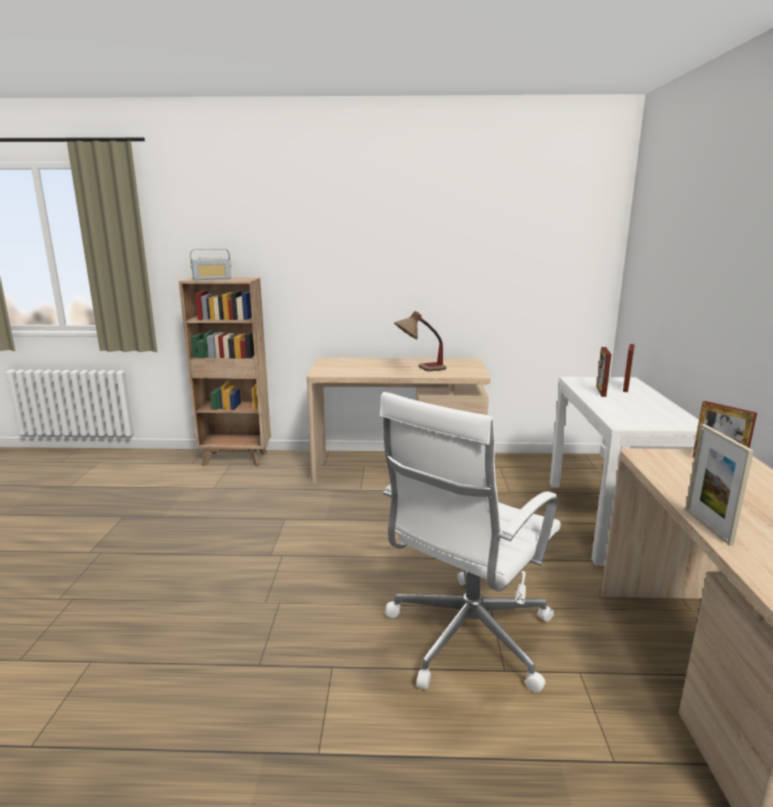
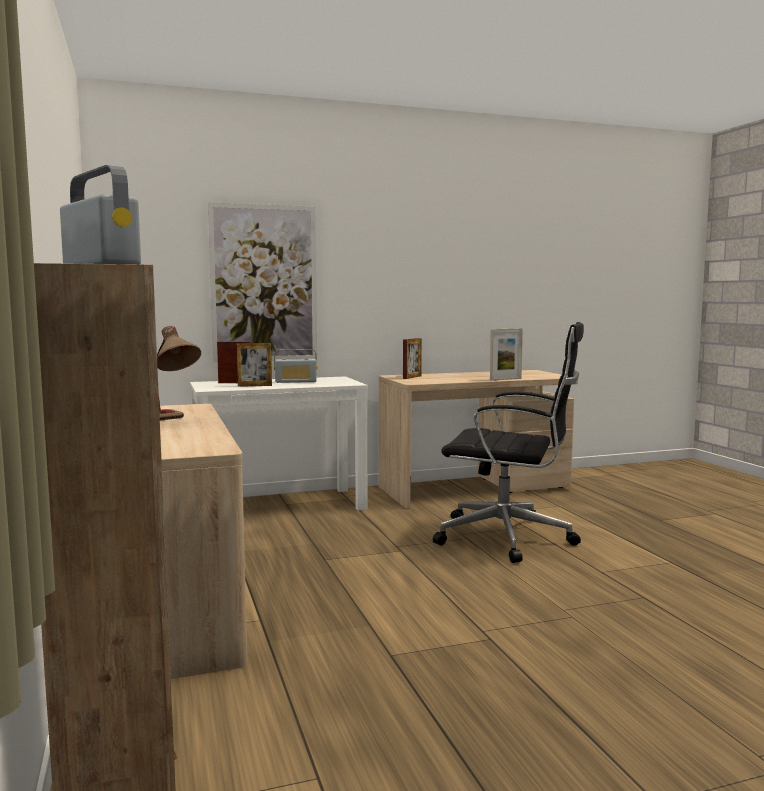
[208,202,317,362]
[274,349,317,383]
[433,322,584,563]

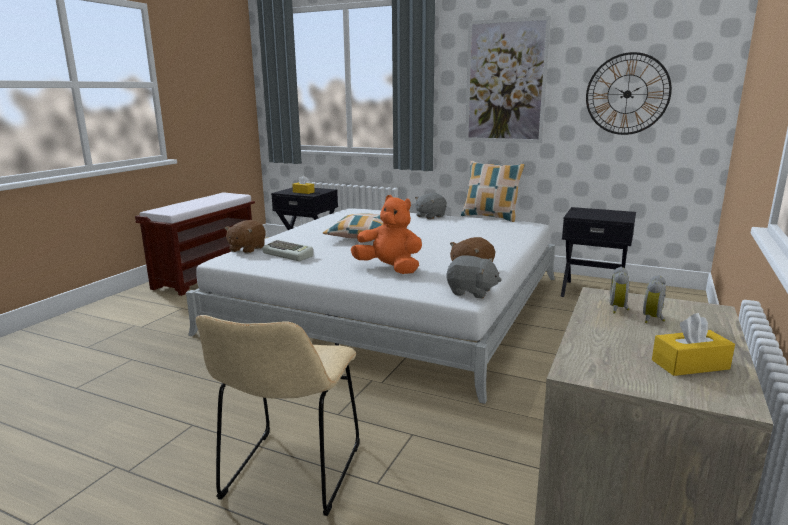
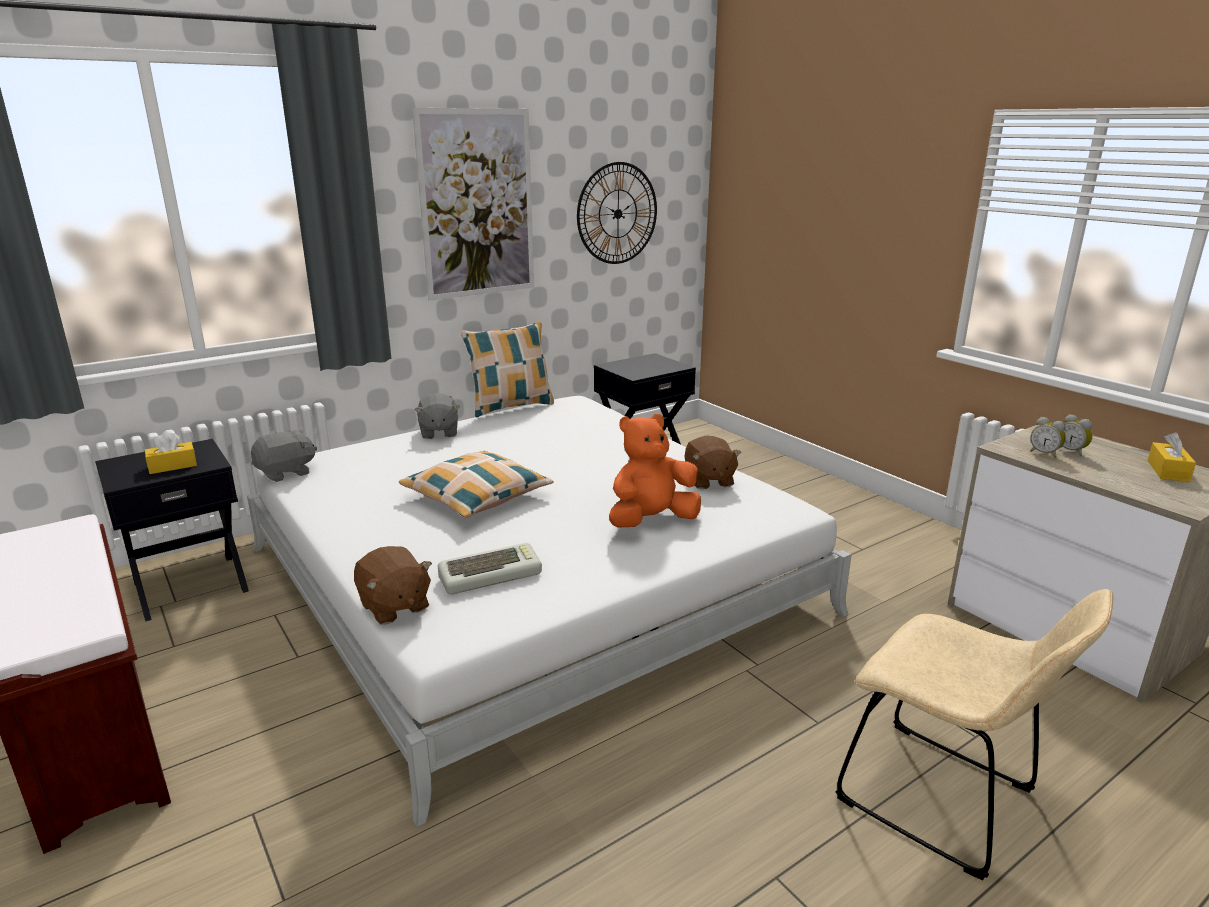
[251,429,317,482]

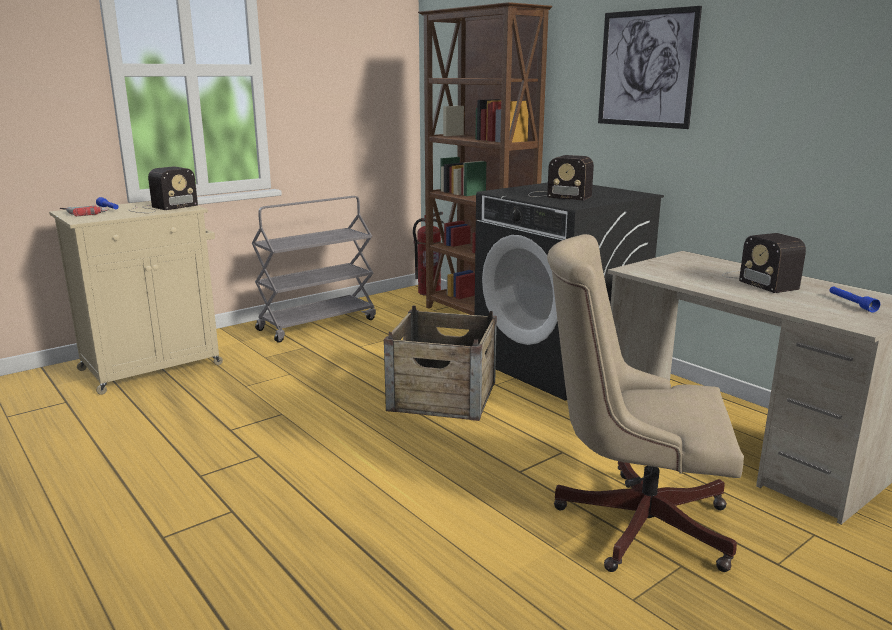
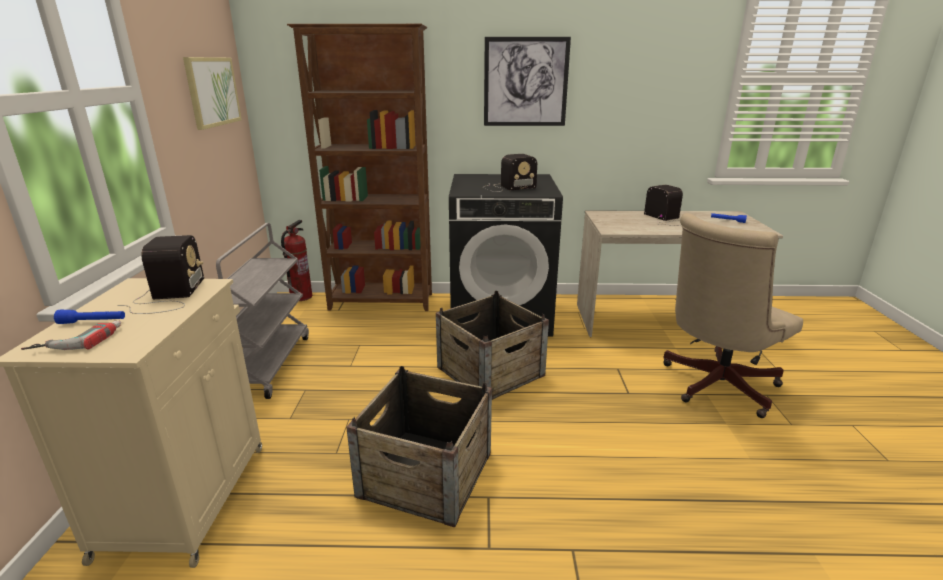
[183,57,242,130]
[346,366,492,527]
[644,185,683,226]

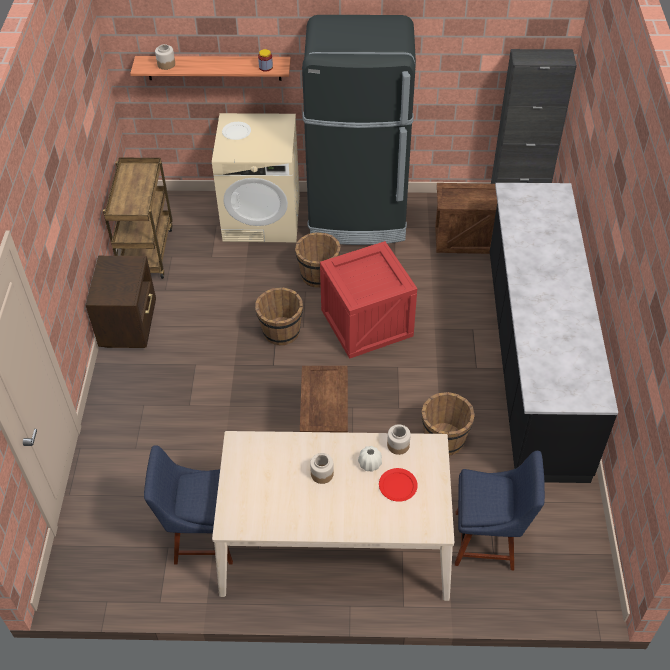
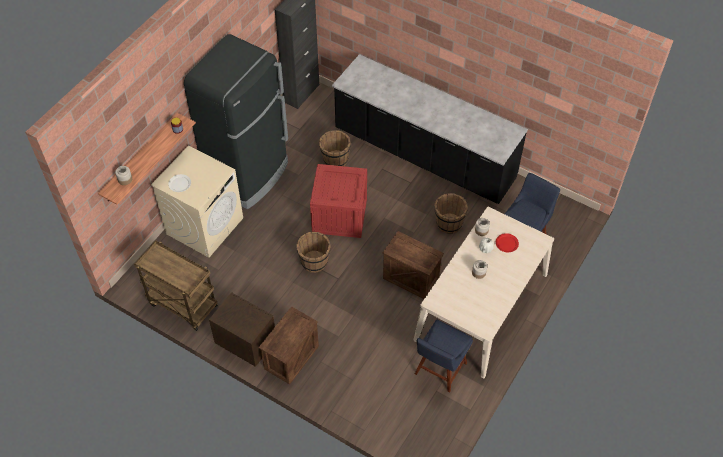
[319,130,351,166]
[259,306,319,385]

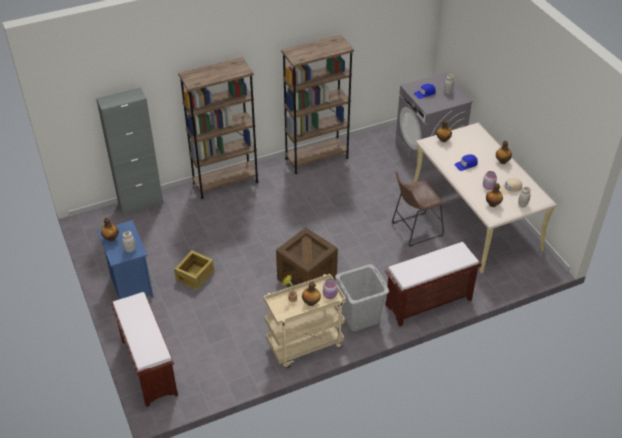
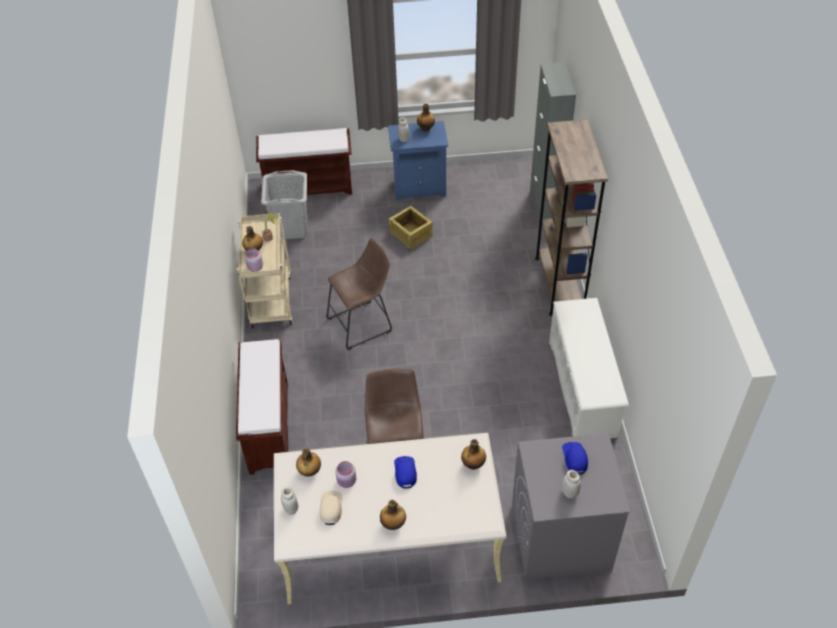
[261,170,308,239]
[327,238,392,350]
[549,298,629,438]

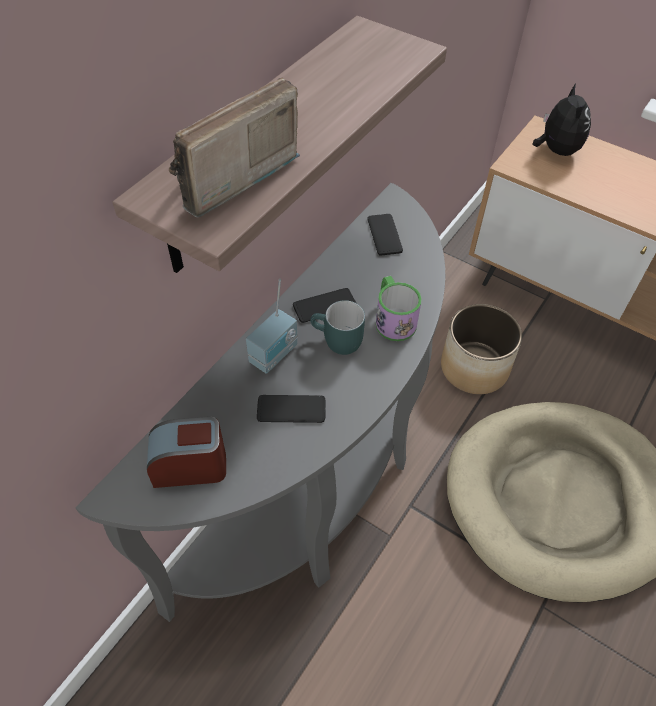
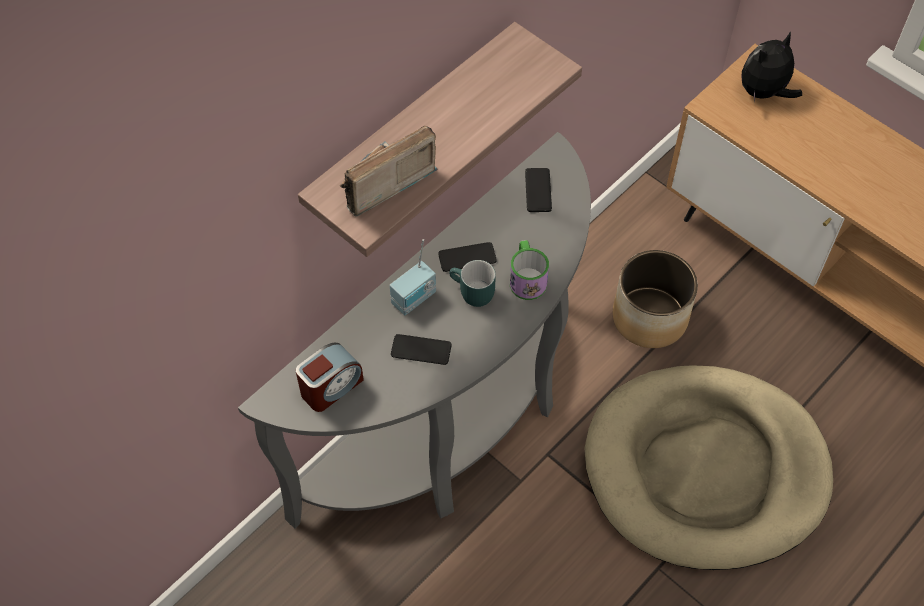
[296,342,364,412]
[742,31,802,103]

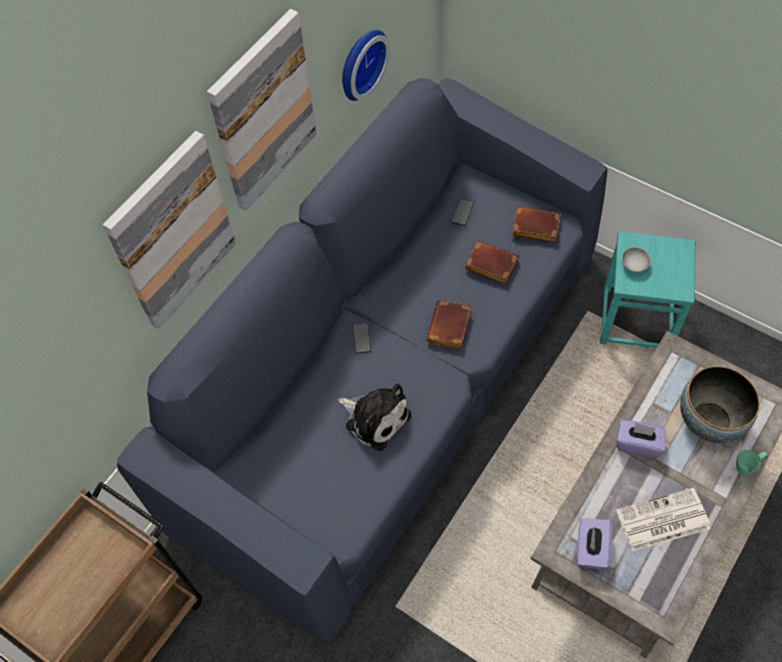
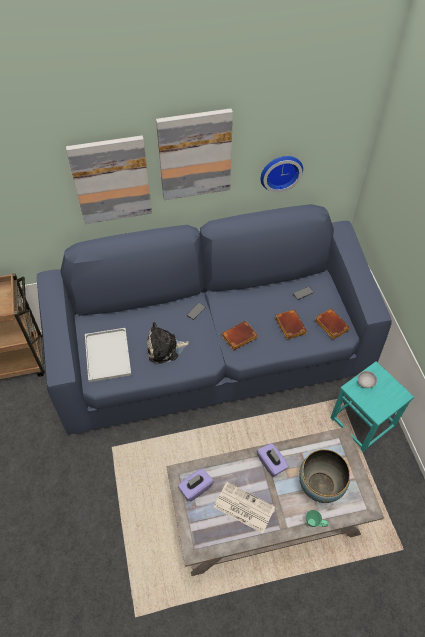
[85,328,132,382]
[147,322,190,364]

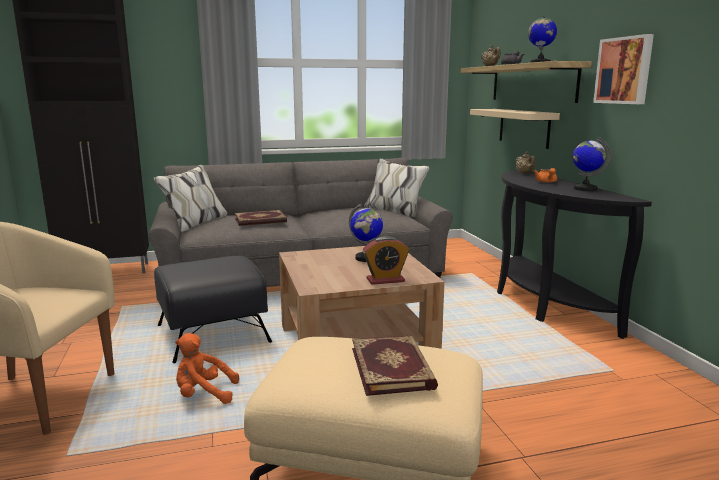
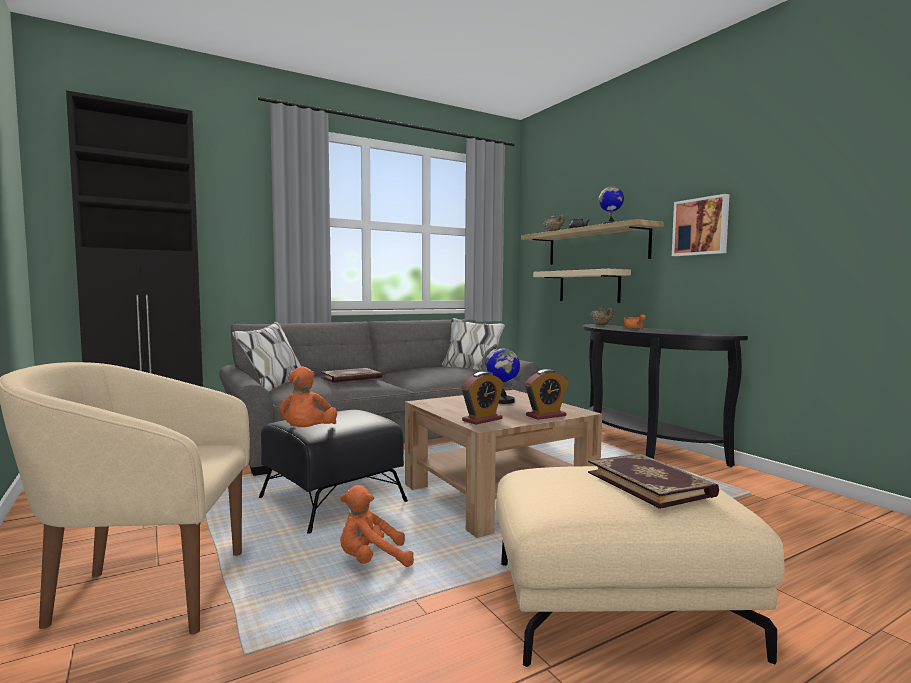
[573,137,611,191] (first image)
[279,367,337,427]
[461,372,504,425]

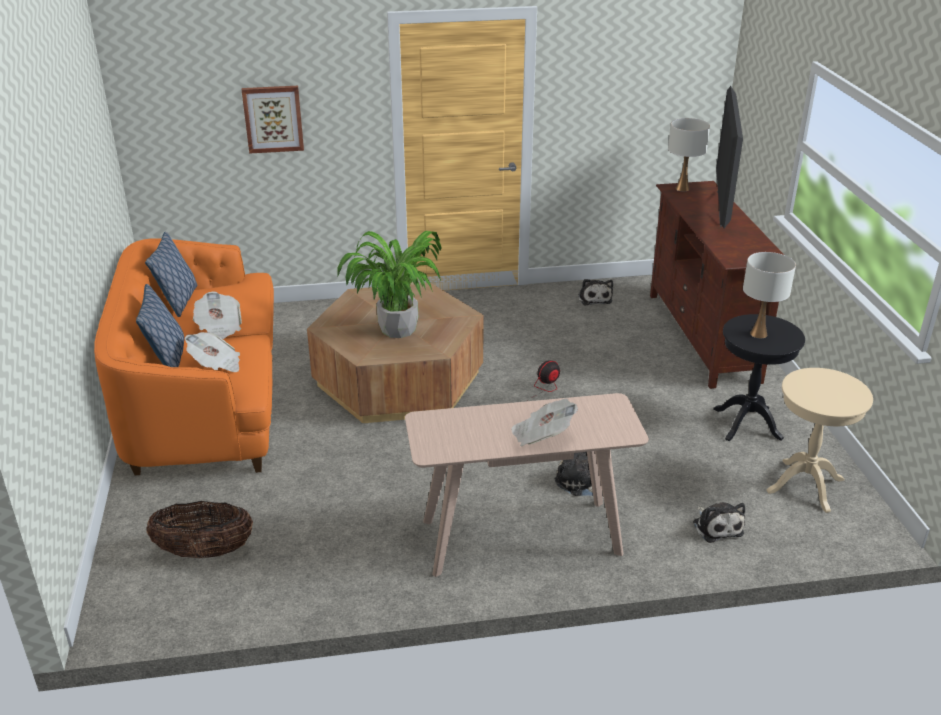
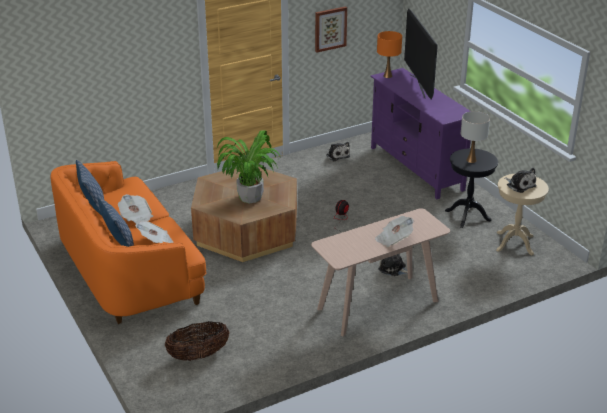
[315,6,347,53]
[504,168,537,193]
[370,68,471,199]
[377,31,402,78]

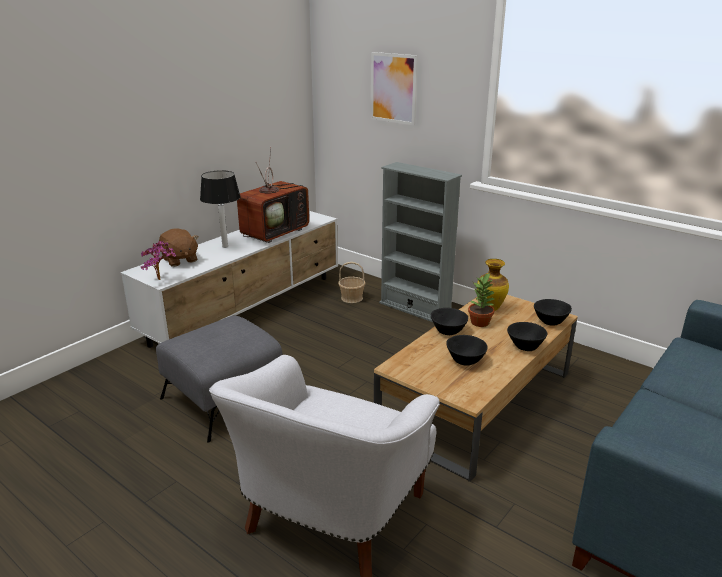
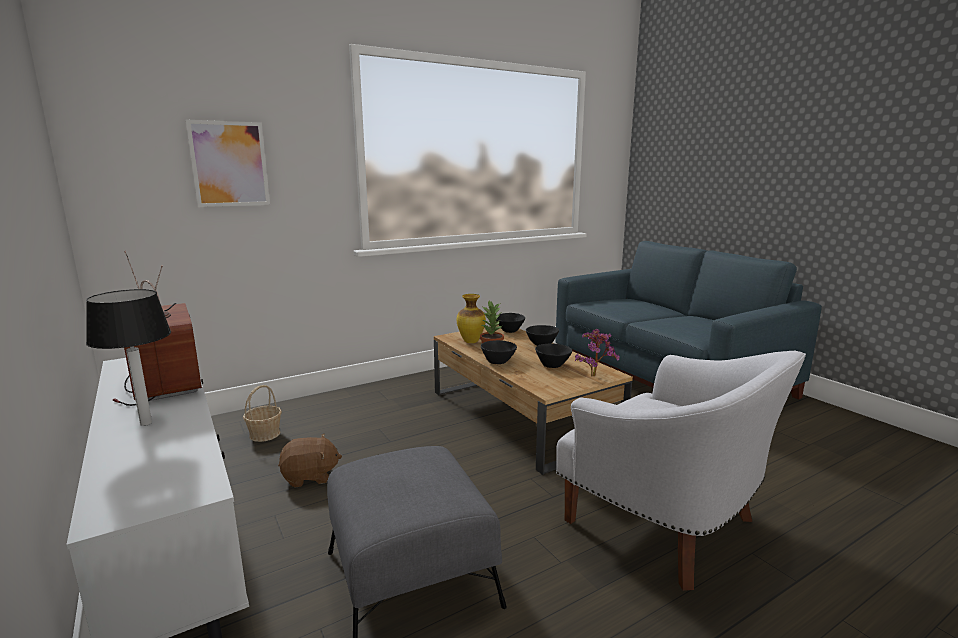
[379,162,462,322] (first image)
[575,329,620,376]
[278,434,342,487]

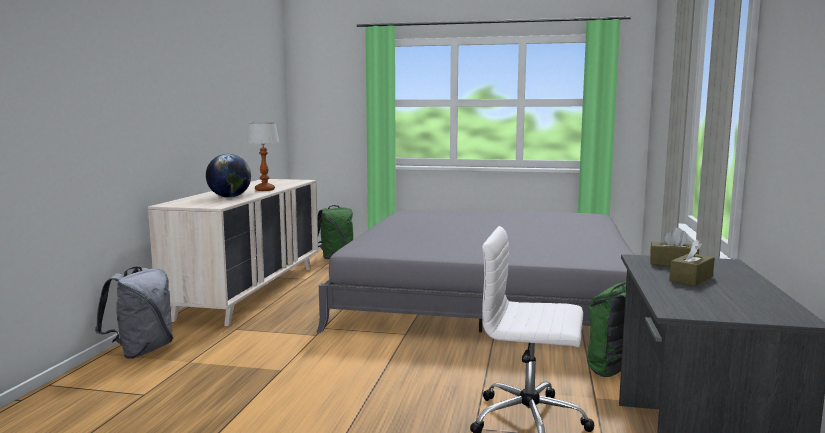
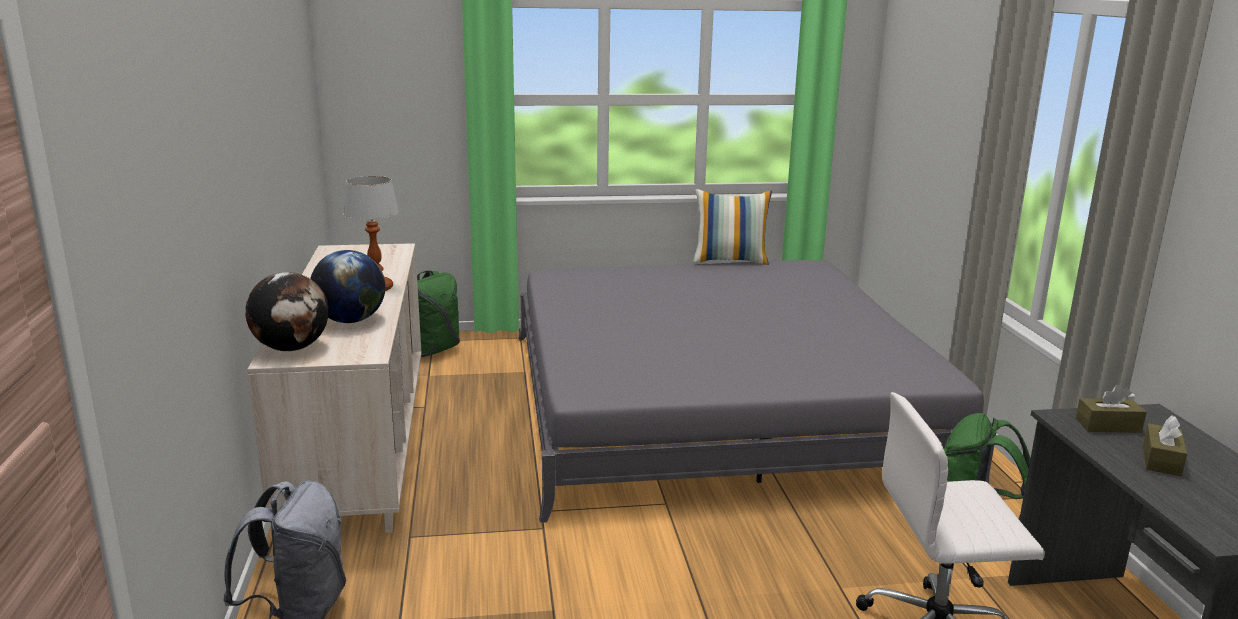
[245,272,328,351]
[693,189,772,265]

